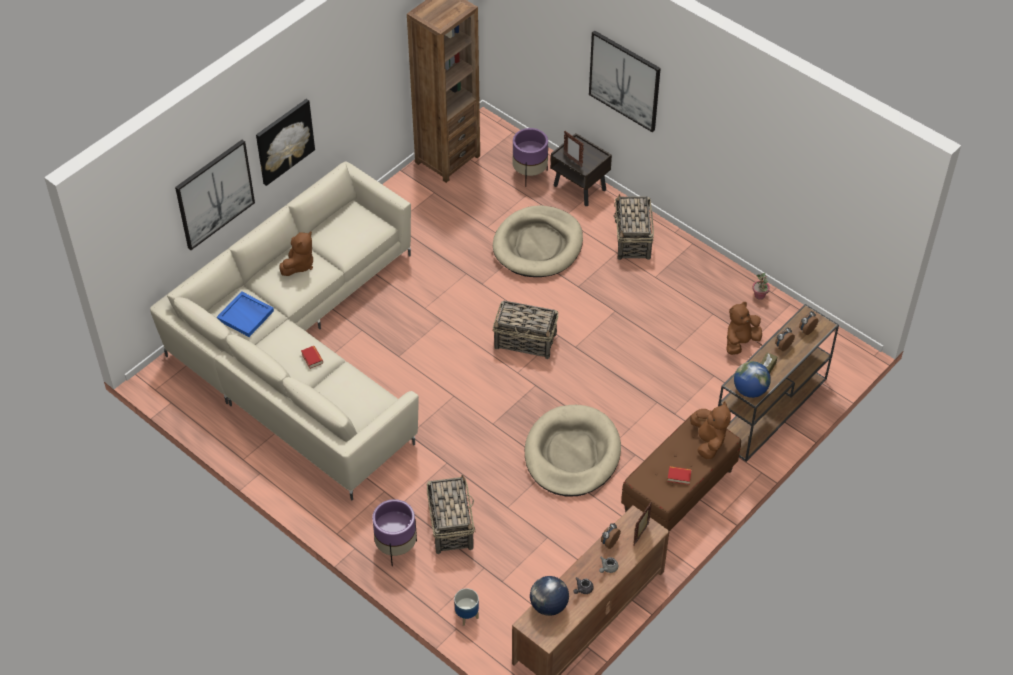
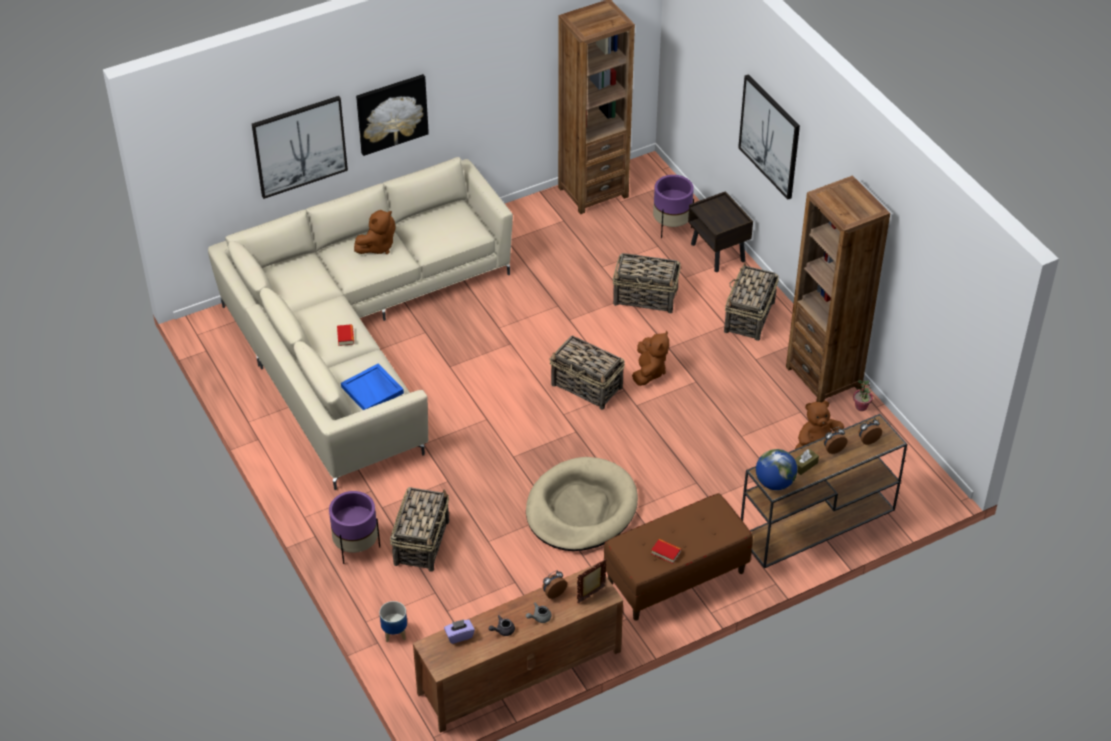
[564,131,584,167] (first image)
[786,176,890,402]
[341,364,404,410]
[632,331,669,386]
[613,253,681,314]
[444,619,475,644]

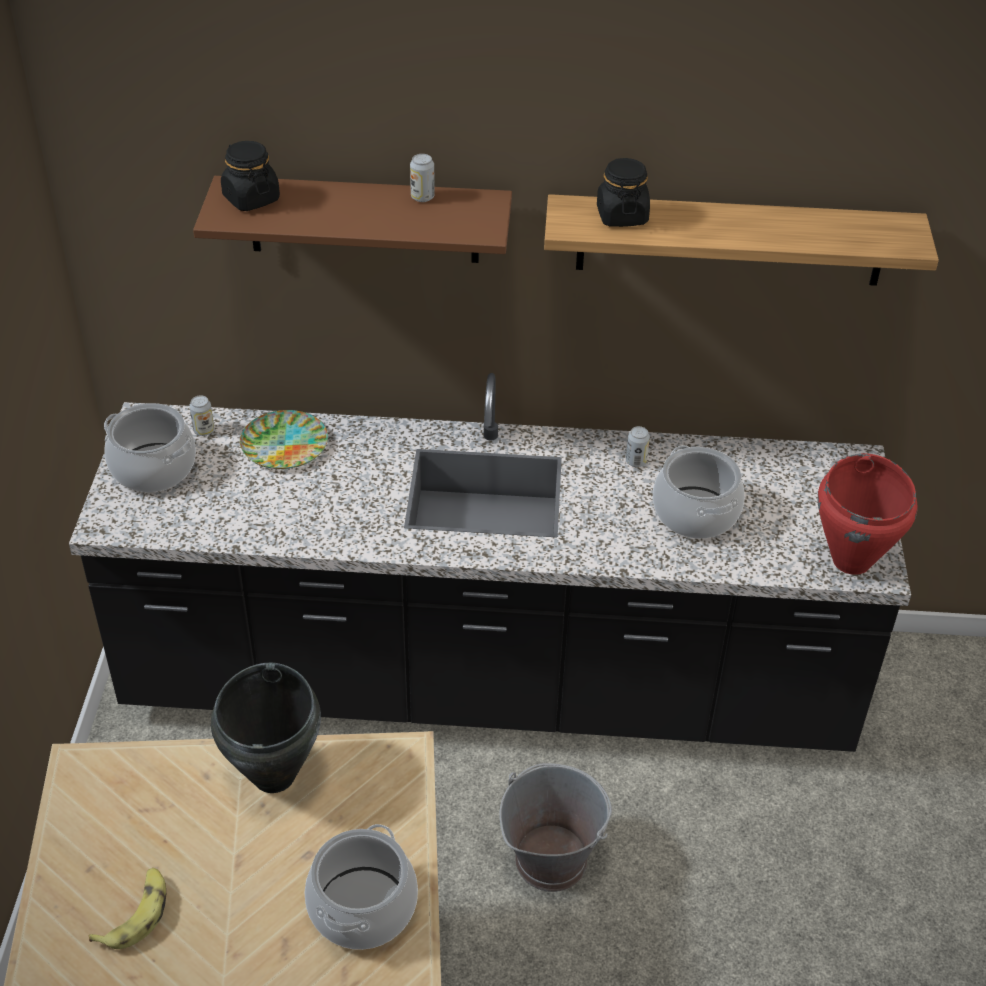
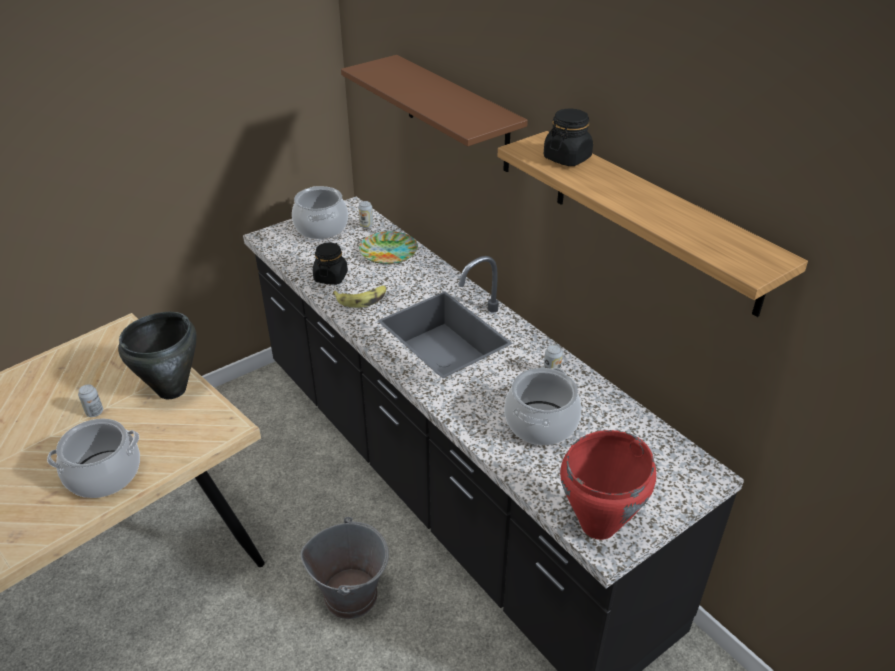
[333,286,386,308]
[313,242,348,285]
[78,384,103,417]

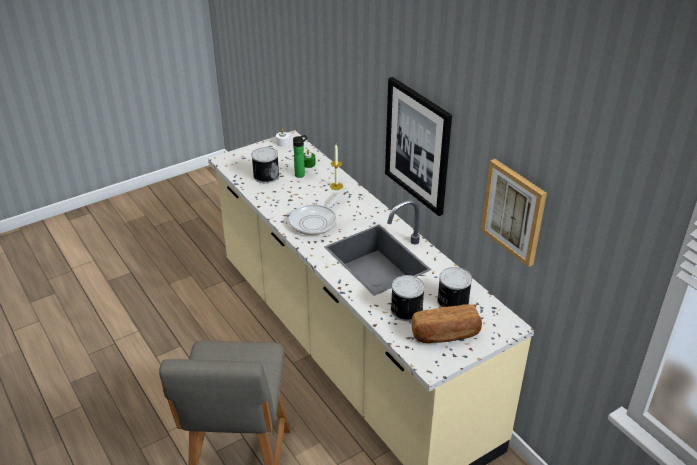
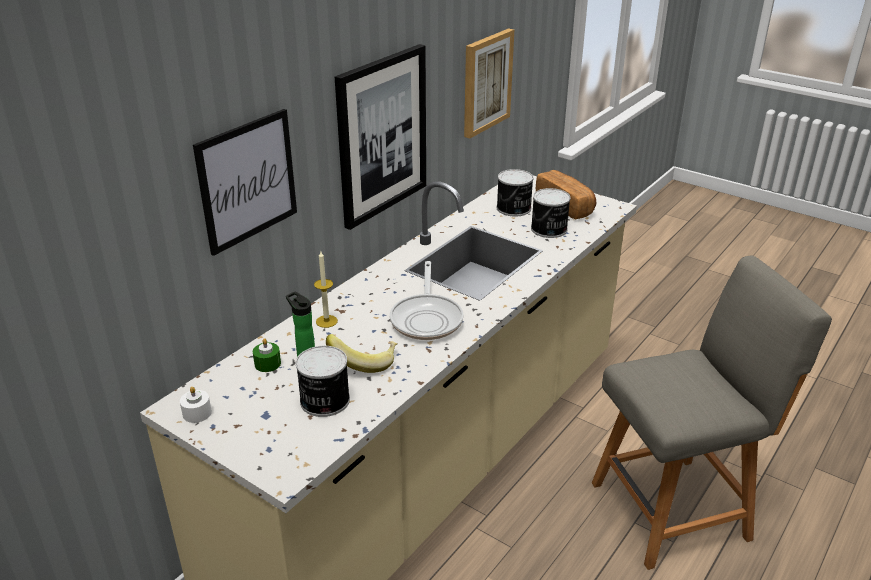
[193,109,297,256]
[326,334,398,373]
[390,261,464,340]

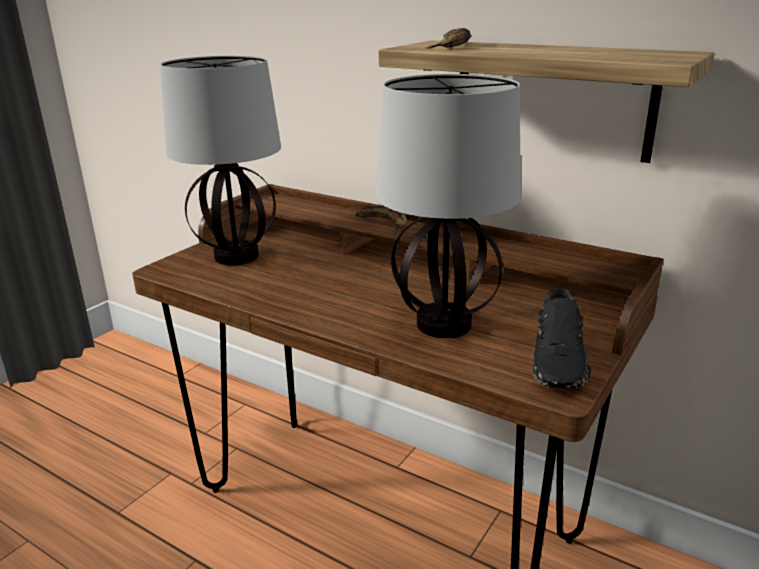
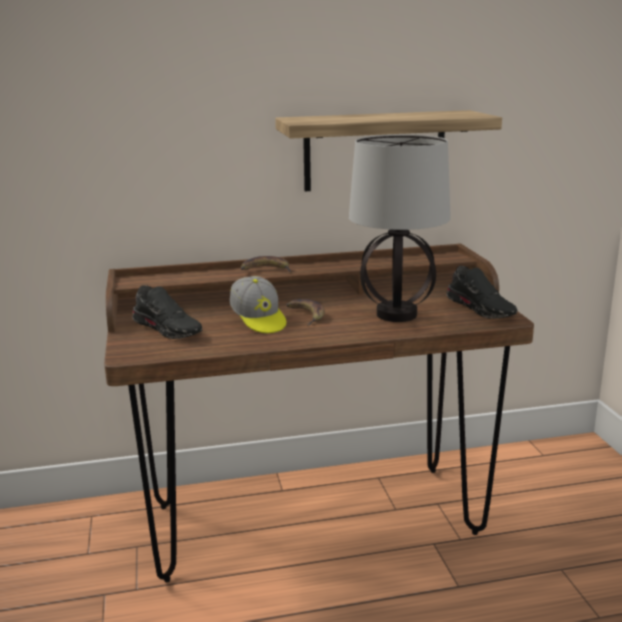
[230,276,287,334]
[286,299,325,326]
[132,285,202,339]

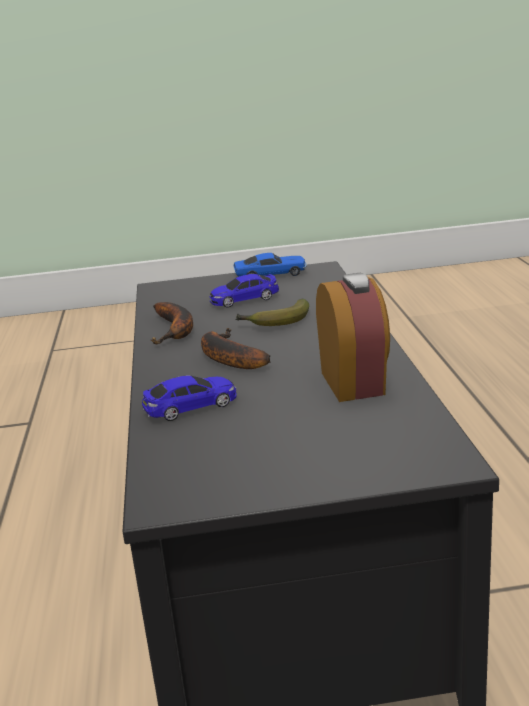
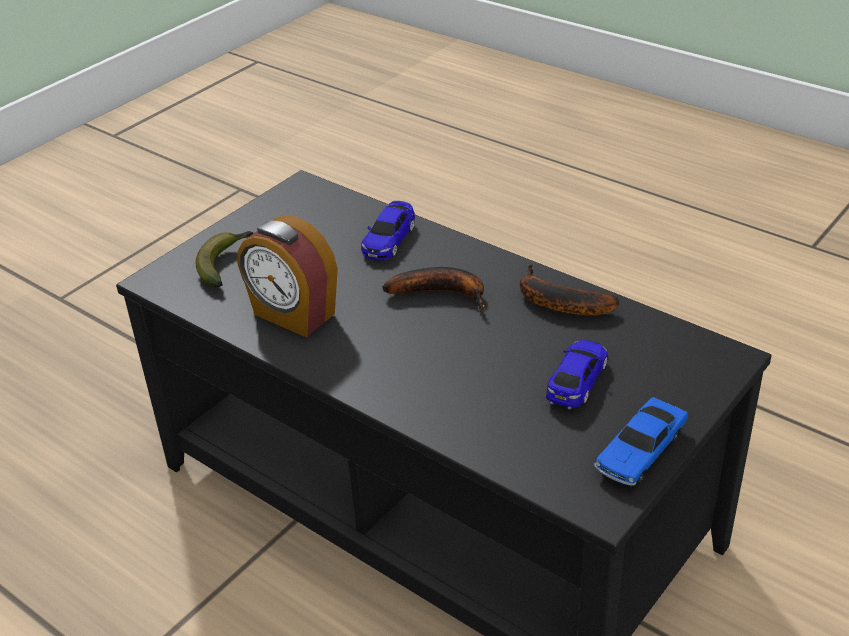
[196,231,254,287]

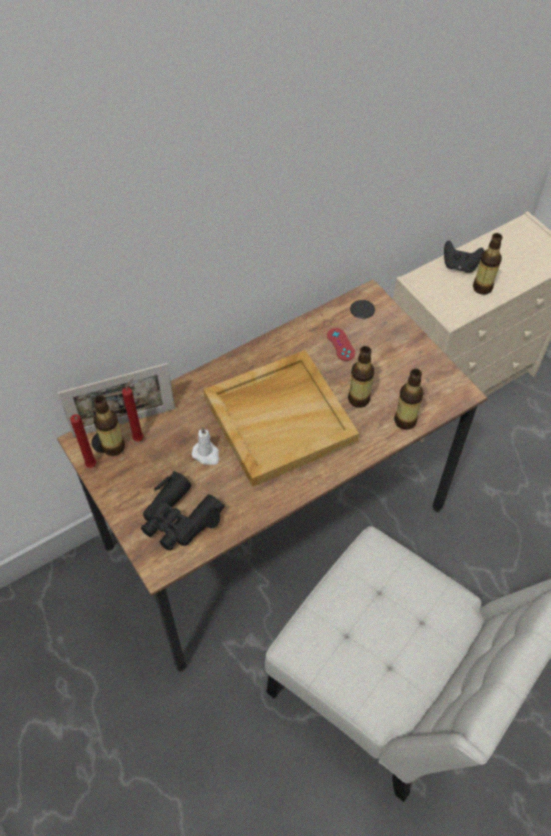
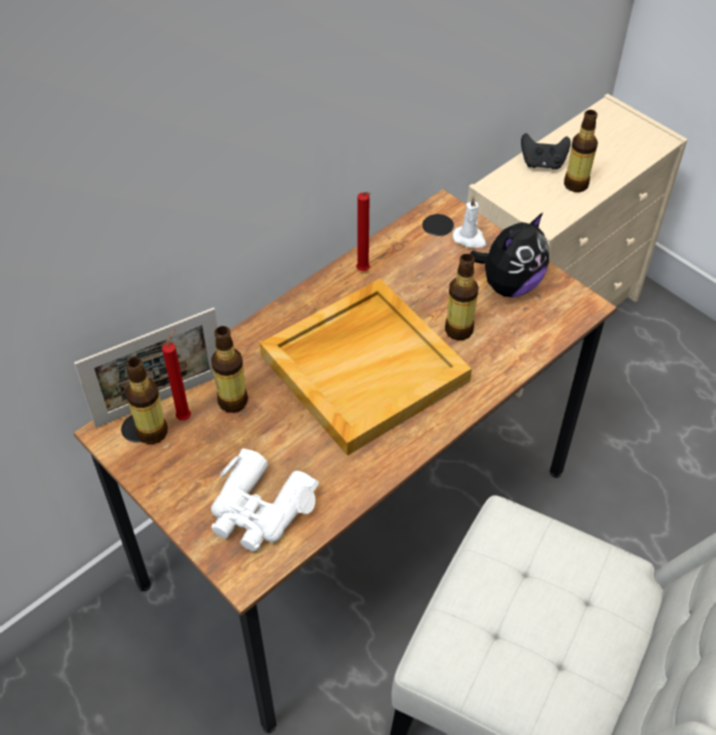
[327,328,355,361] (first image)
[470,213,549,297]
[356,192,371,271]
[453,196,486,248]
[211,326,248,413]
[211,448,319,551]

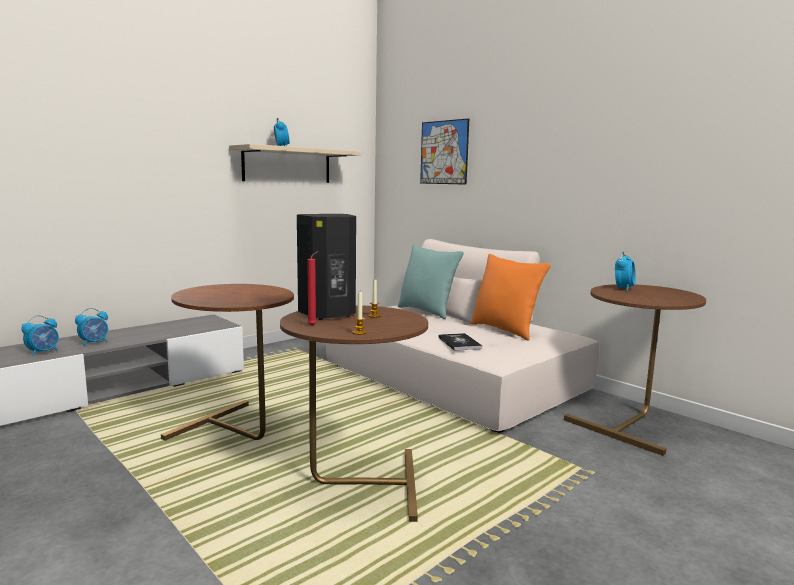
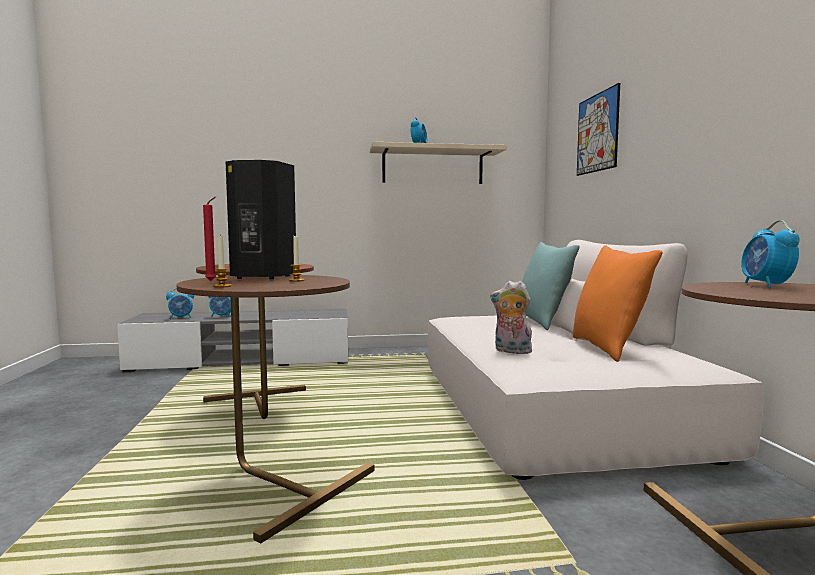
[490,281,532,355]
[741,220,800,287]

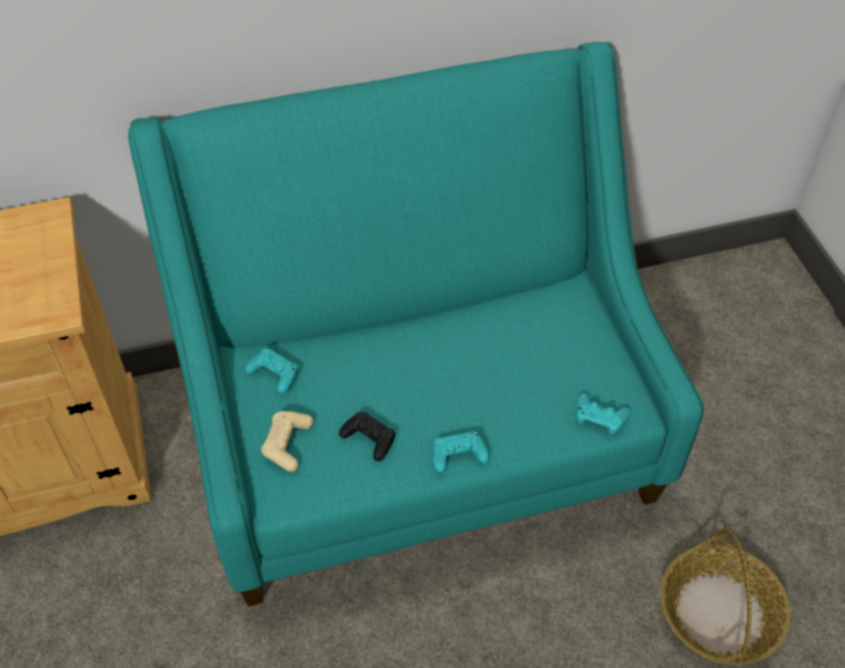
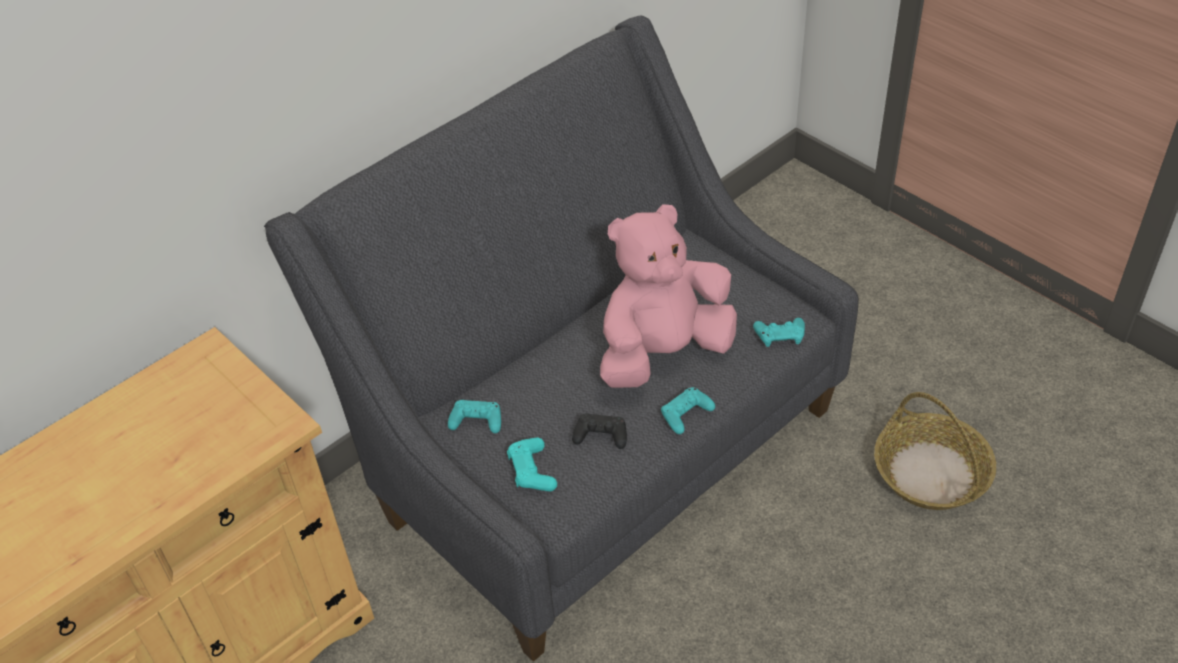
[600,204,737,388]
[264,15,858,661]
[507,437,557,491]

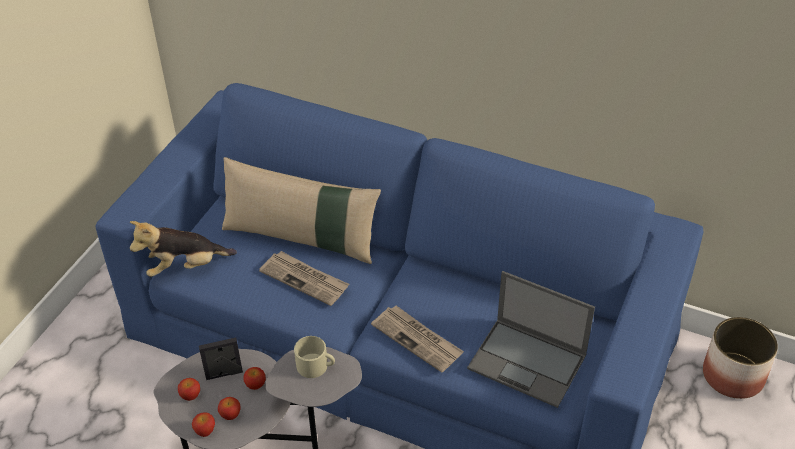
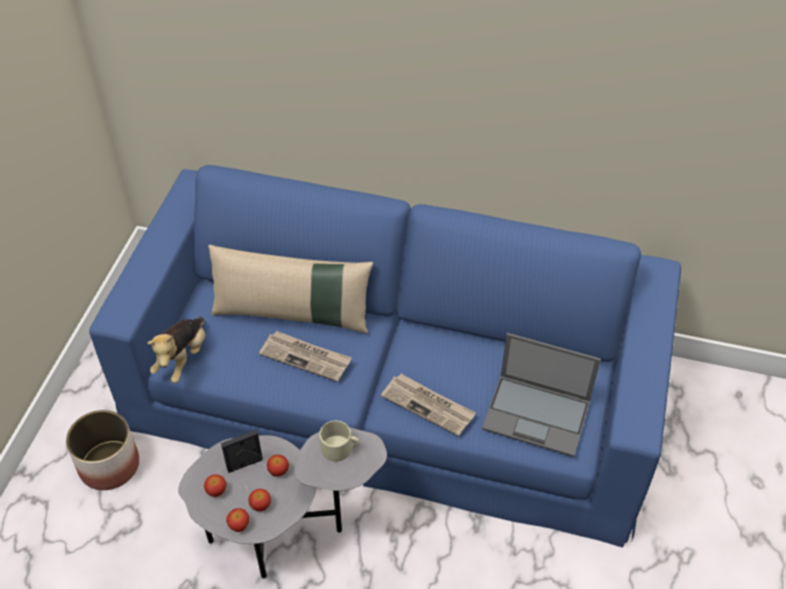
[66,410,139,490]
[148,317,205,383]

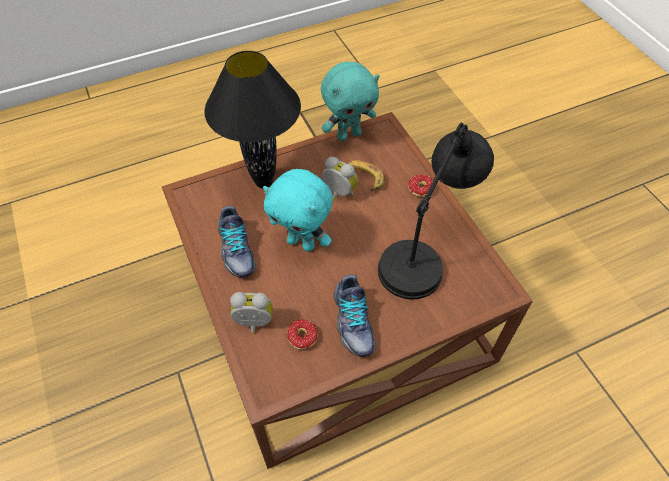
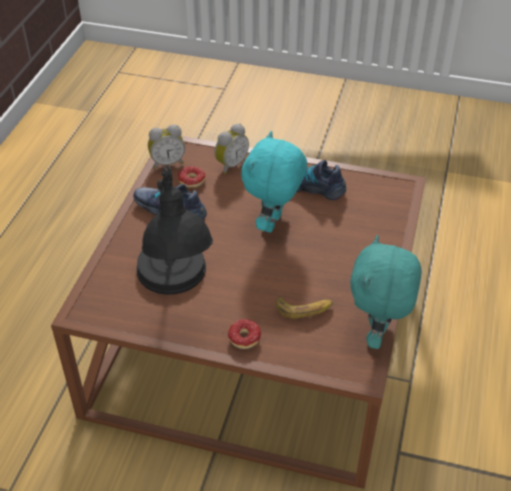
[204,51,301,188] (first image)
[148,124,185,169]
[241,131,307,233]

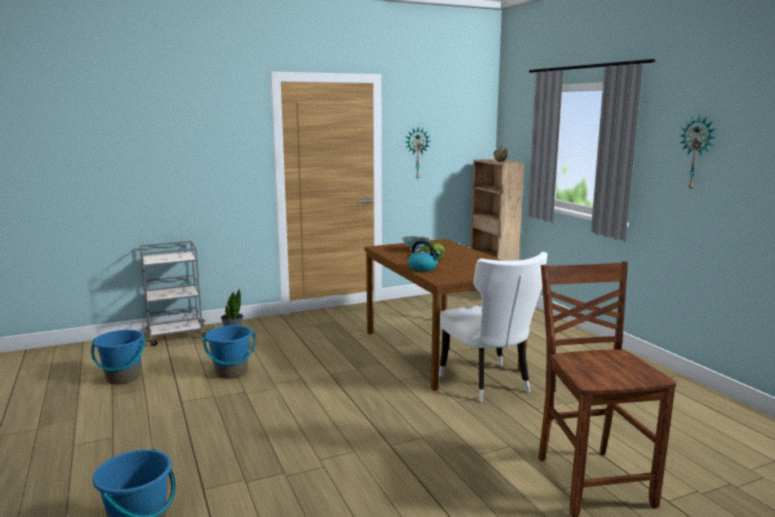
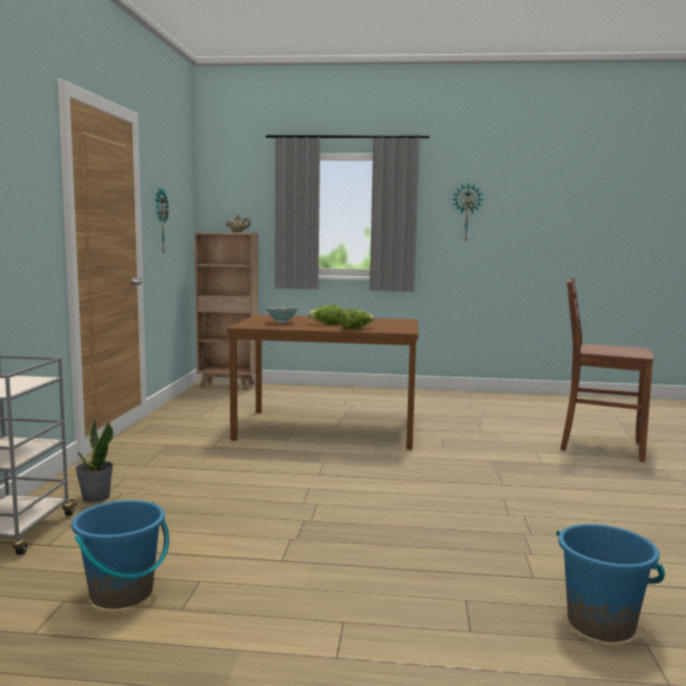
[203,325,256,379] (first image)
[439,252,547,402] (first image)
[340,309,375,330]

